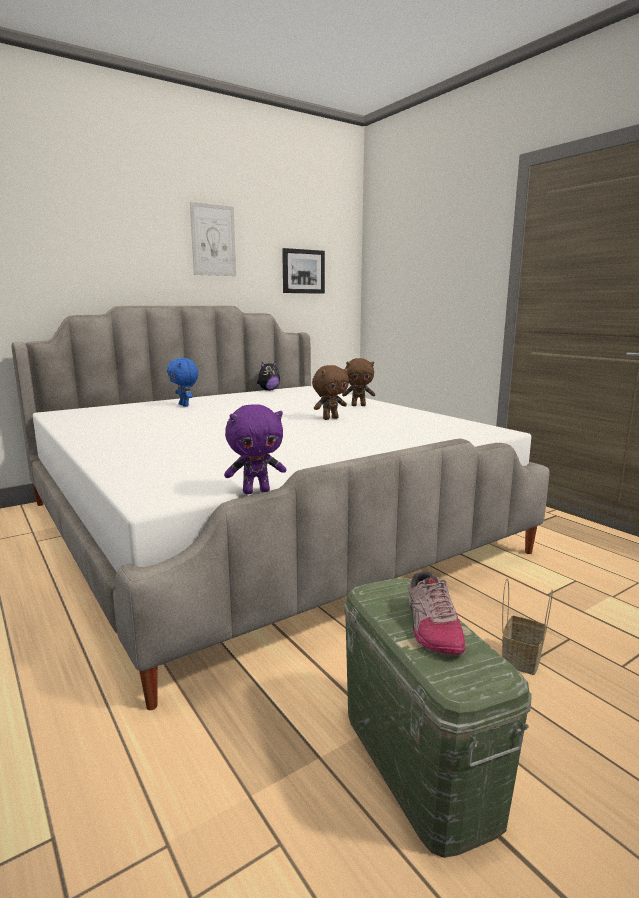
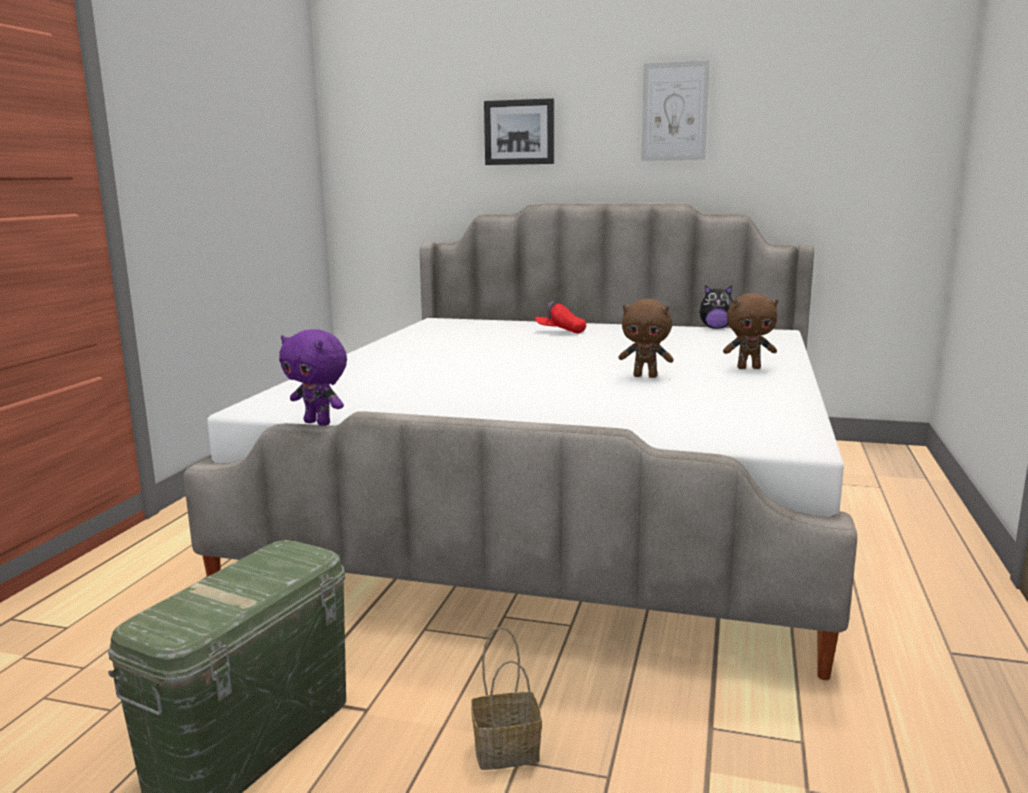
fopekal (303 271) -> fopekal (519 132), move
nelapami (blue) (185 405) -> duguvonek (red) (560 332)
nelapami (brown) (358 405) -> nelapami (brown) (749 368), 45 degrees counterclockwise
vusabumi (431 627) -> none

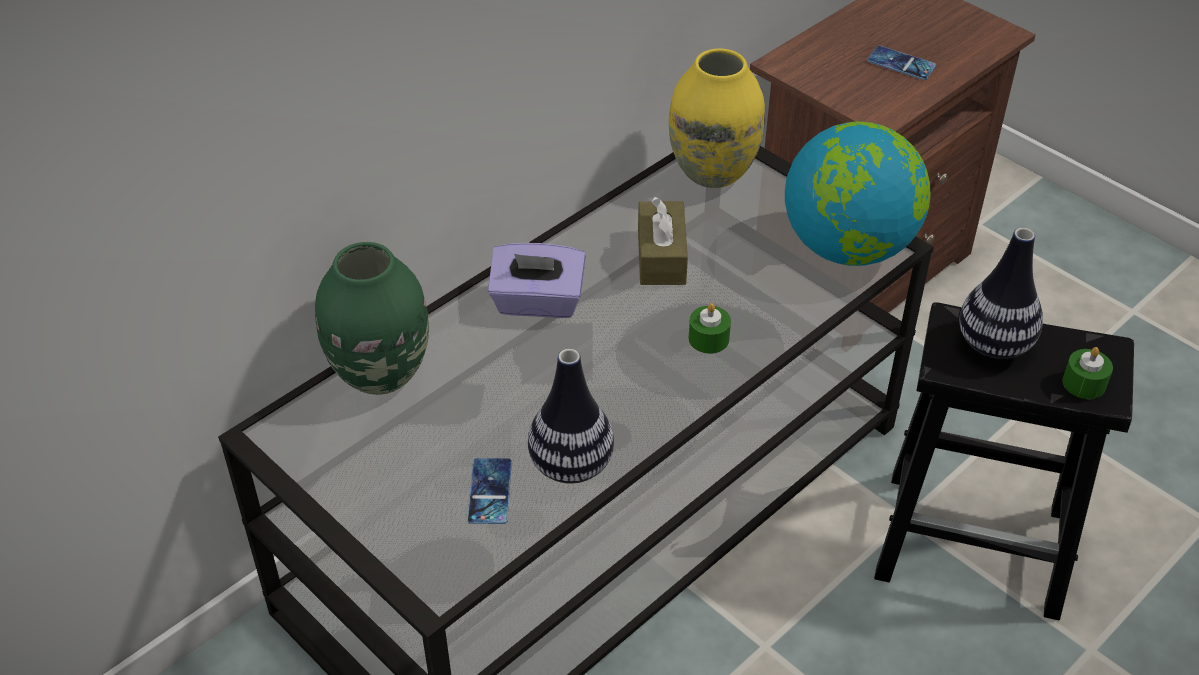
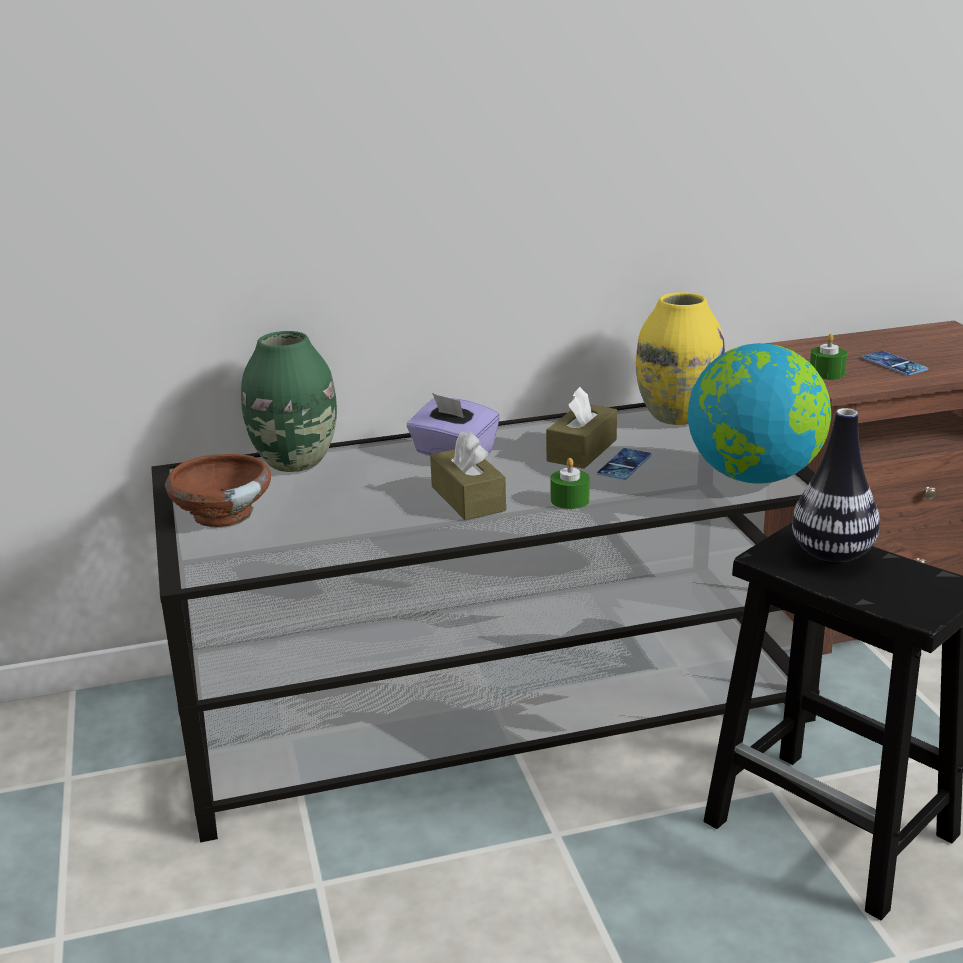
none -> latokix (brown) (223 514)
none -> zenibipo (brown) (468 499)
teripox (490 491) -> teripox (624 465), move
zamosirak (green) (1084 383) -> zamosirak (green) (827 373), move
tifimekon (571 465) -> none

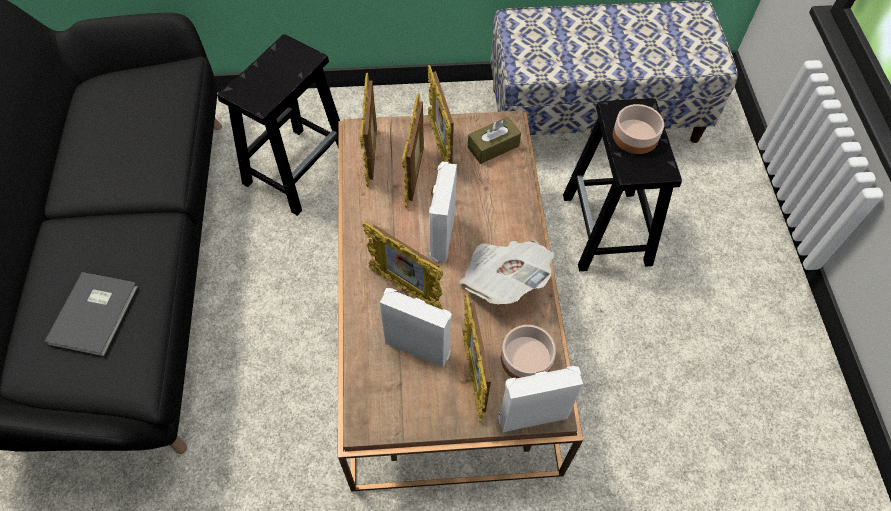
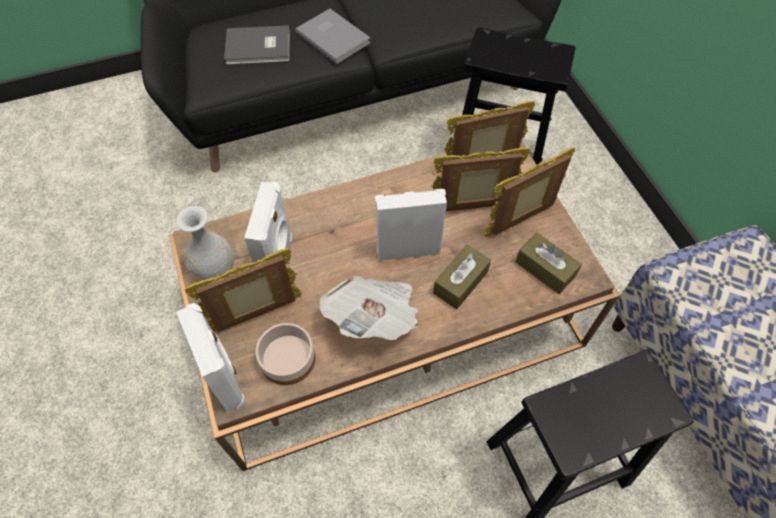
none -> tifimekon (white) (215 269)
none -> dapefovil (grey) (333 37)
none -> zenibipo (brown) (460 282)
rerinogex (406 289) -> none
latokix (634 137) -> none

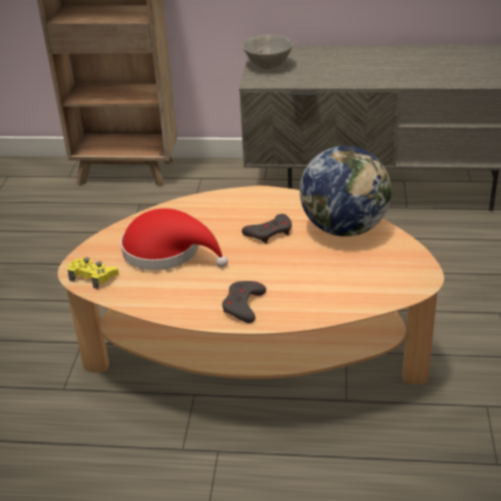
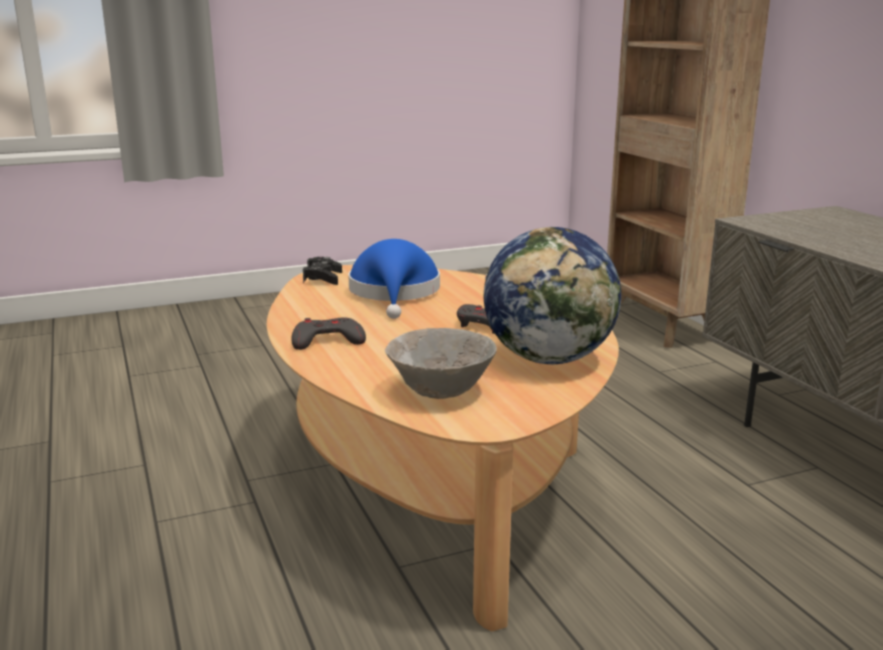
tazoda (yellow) (93 277) -> tazoda (black) (323 278)
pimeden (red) (167 252) -> pimeden (blue) (395 293)
latokix (grey) (267 65) -> latokix (grey) (440 391), move

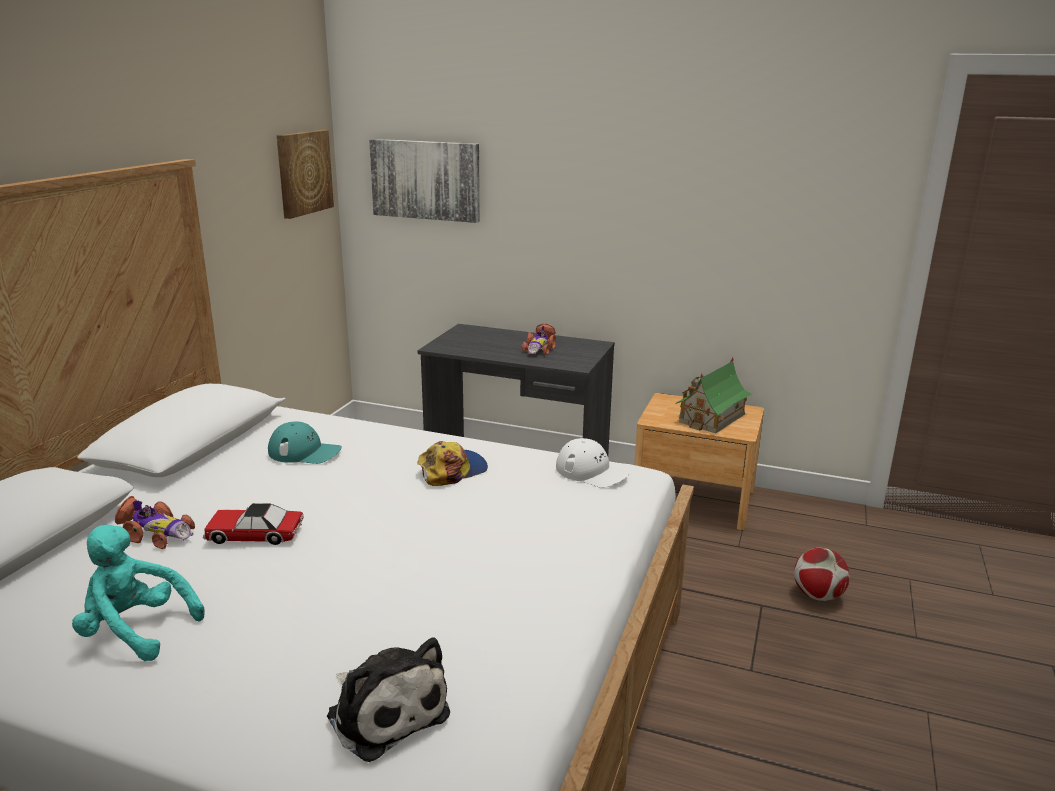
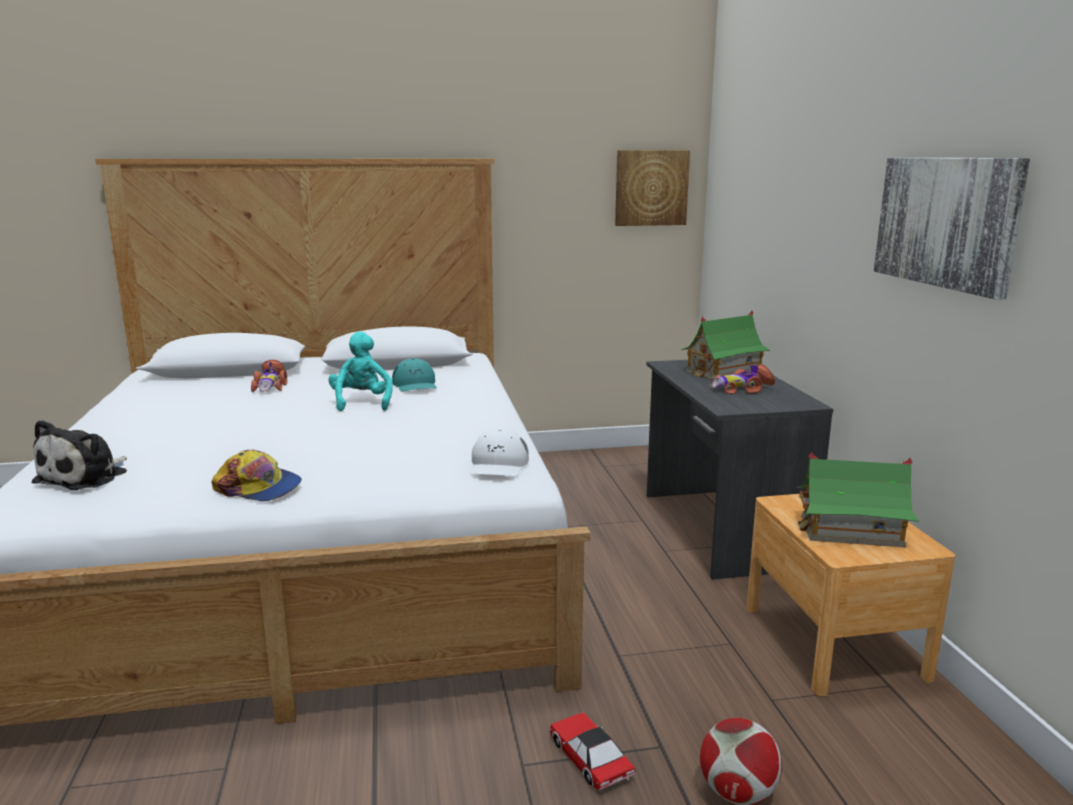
duguvonek (452 470) -> duguvonek (259 488), move
nelapami (turquoise) (135 631) -> nelapami (turquoise) (362 403), move
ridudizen (254 534) -> ridudizen (590 758), move
none -> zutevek (723 371)
fopekal (426 180) -> fopekal (947 222), move

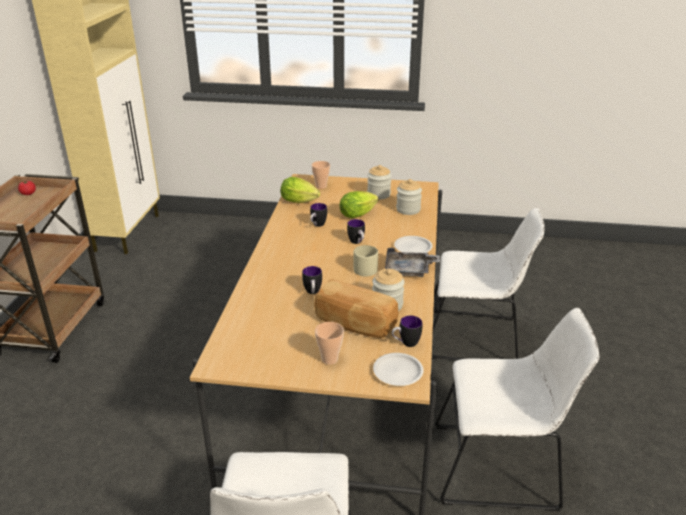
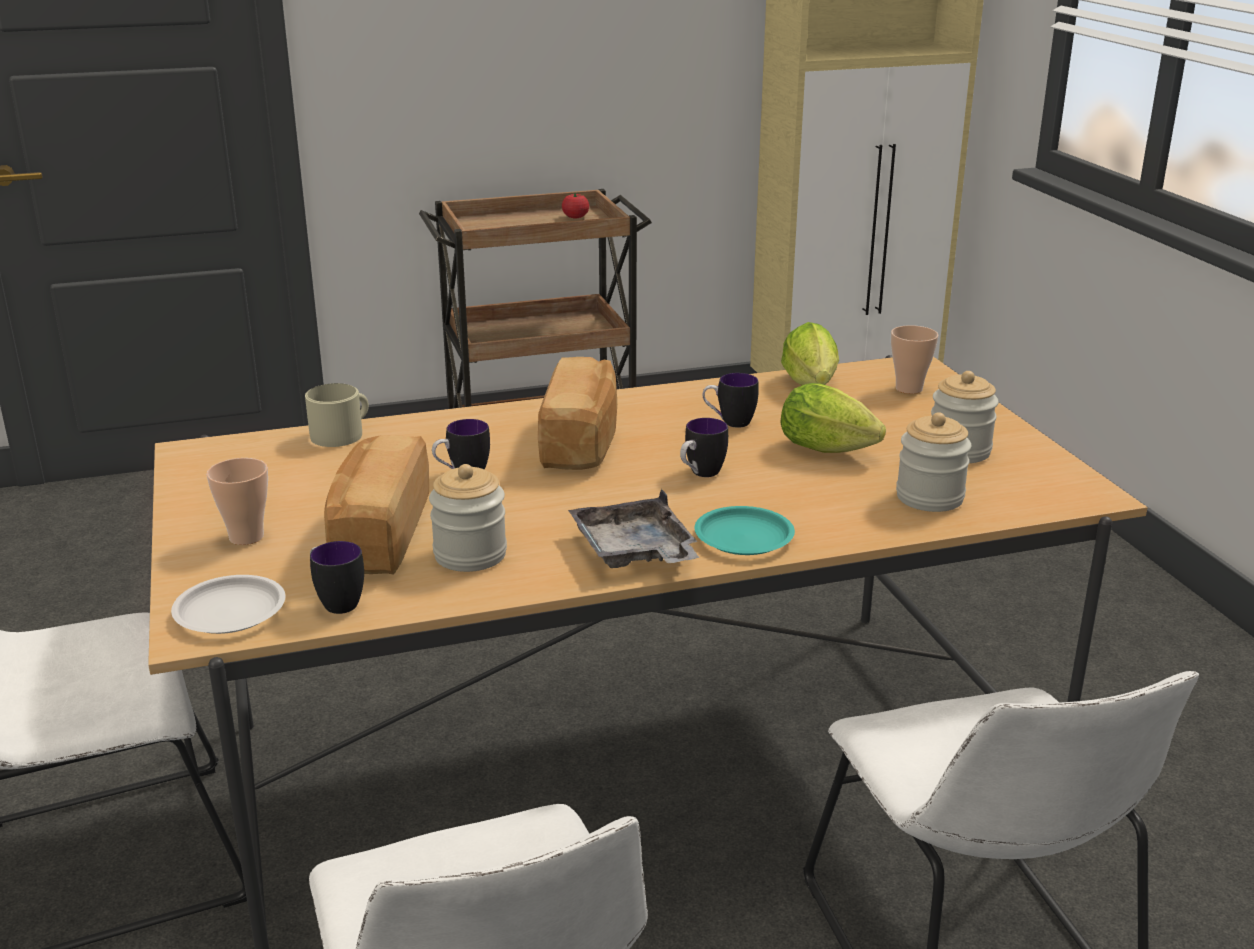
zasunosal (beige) (364 268) -> zasunosal (beige) (342 434), move
none -> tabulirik (582 442)
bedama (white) (412 248) -> bedama (turquoise) (743 537)

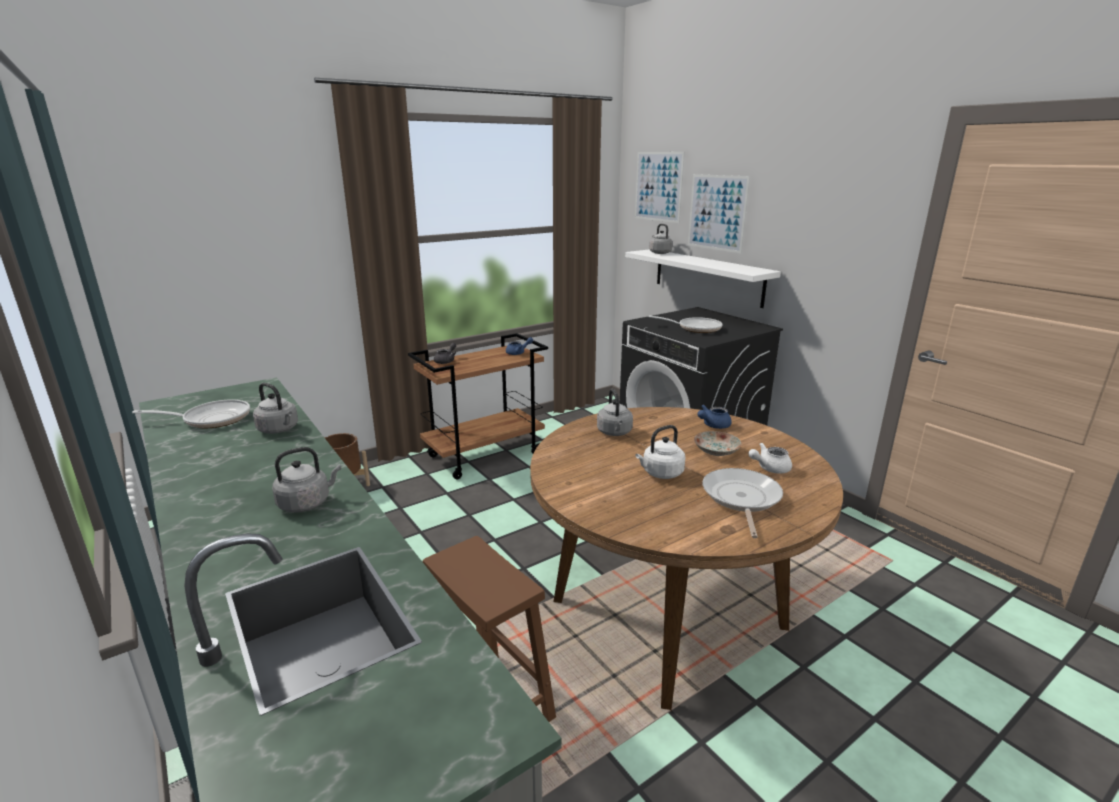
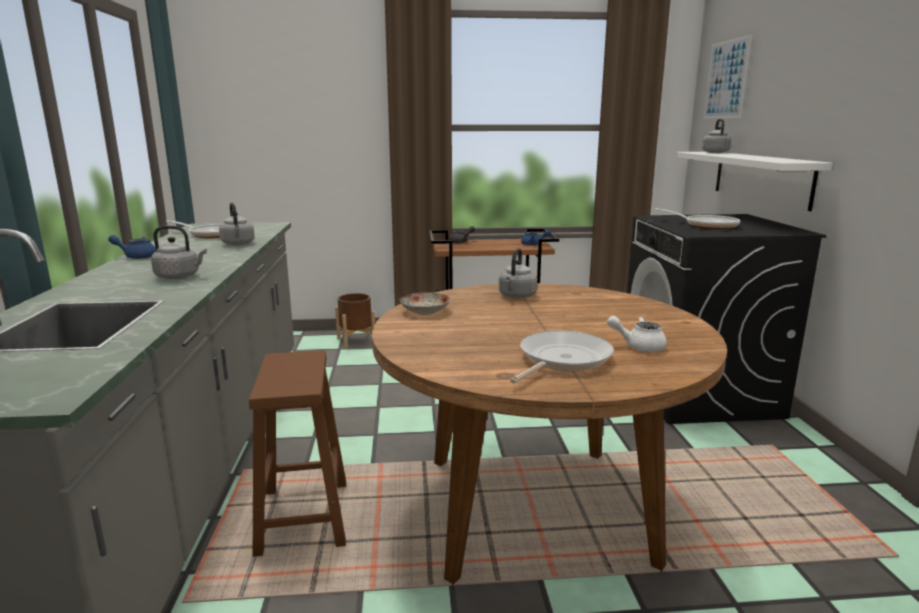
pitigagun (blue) (713 425) -> pitigagun (blue) (137 256), move
bedama (715 451) -> bedama (425 311), move
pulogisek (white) (660 473) -> none
fopekal (717 212) -> none

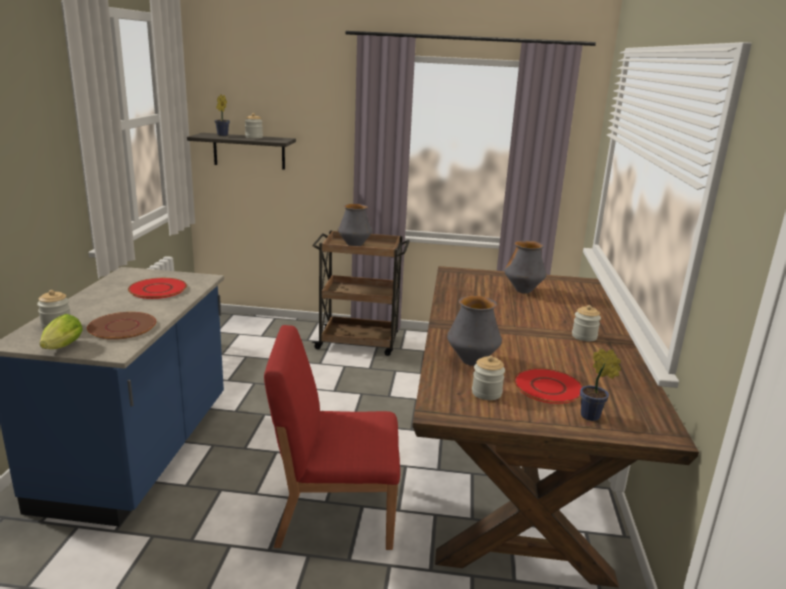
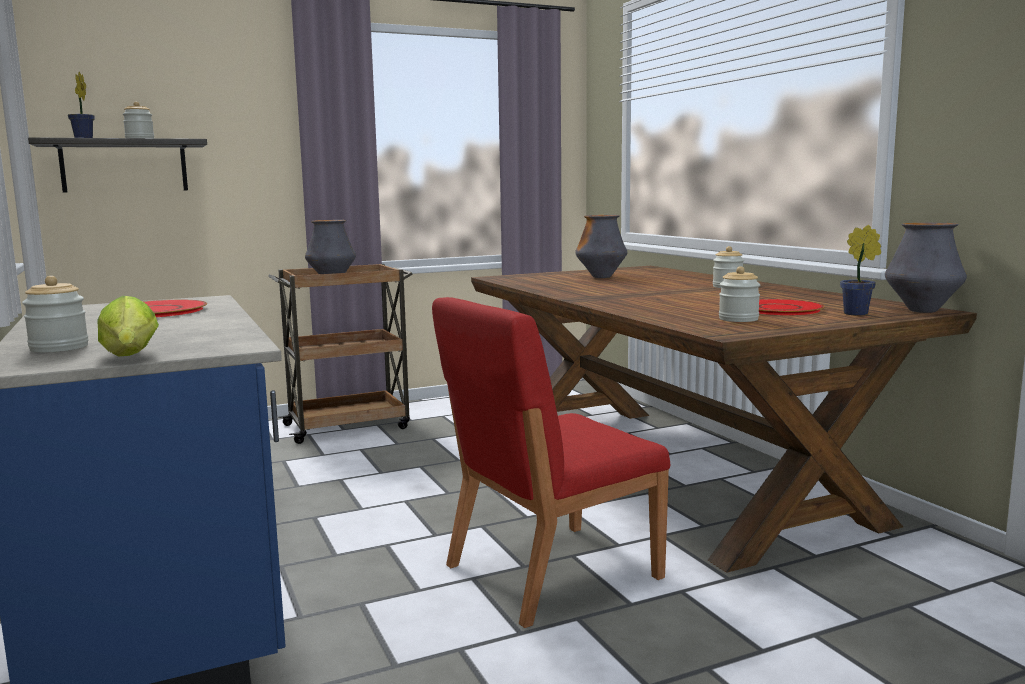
tifimekon (471 361) -> tifimekon (922 310), move
bedama (brown) (122 327) -> none

